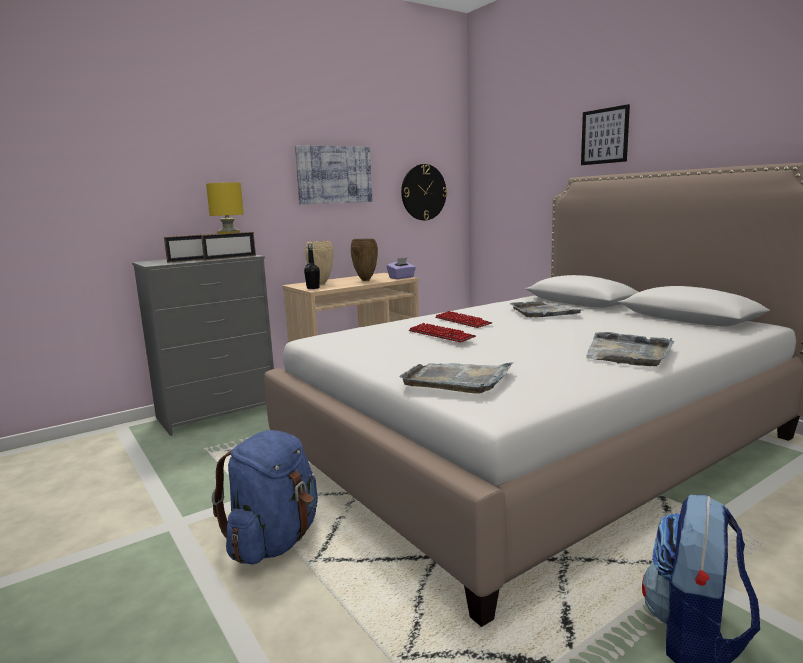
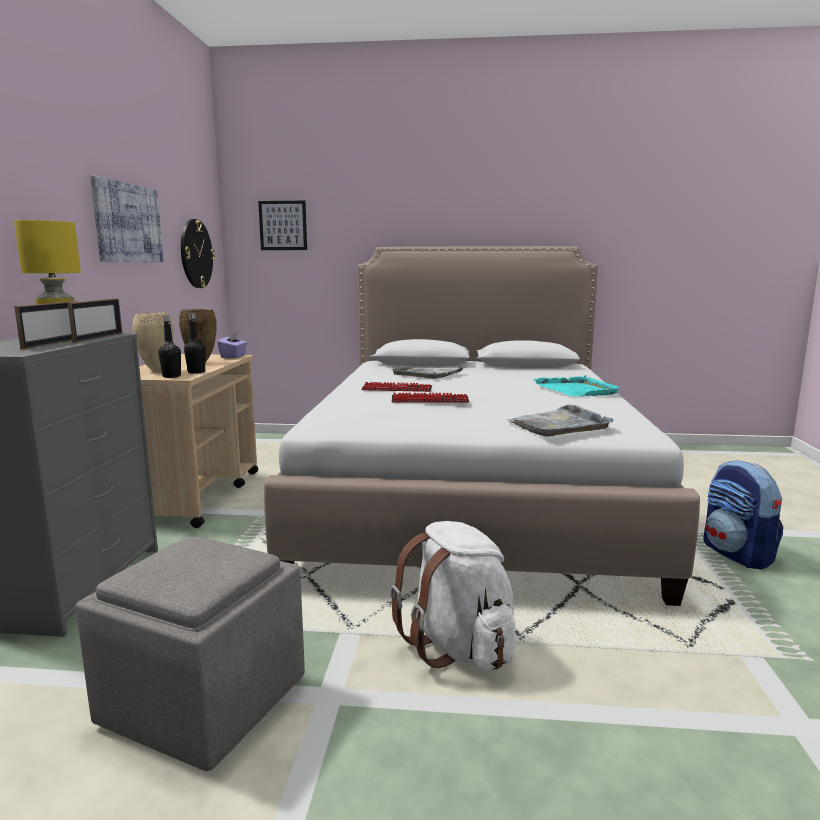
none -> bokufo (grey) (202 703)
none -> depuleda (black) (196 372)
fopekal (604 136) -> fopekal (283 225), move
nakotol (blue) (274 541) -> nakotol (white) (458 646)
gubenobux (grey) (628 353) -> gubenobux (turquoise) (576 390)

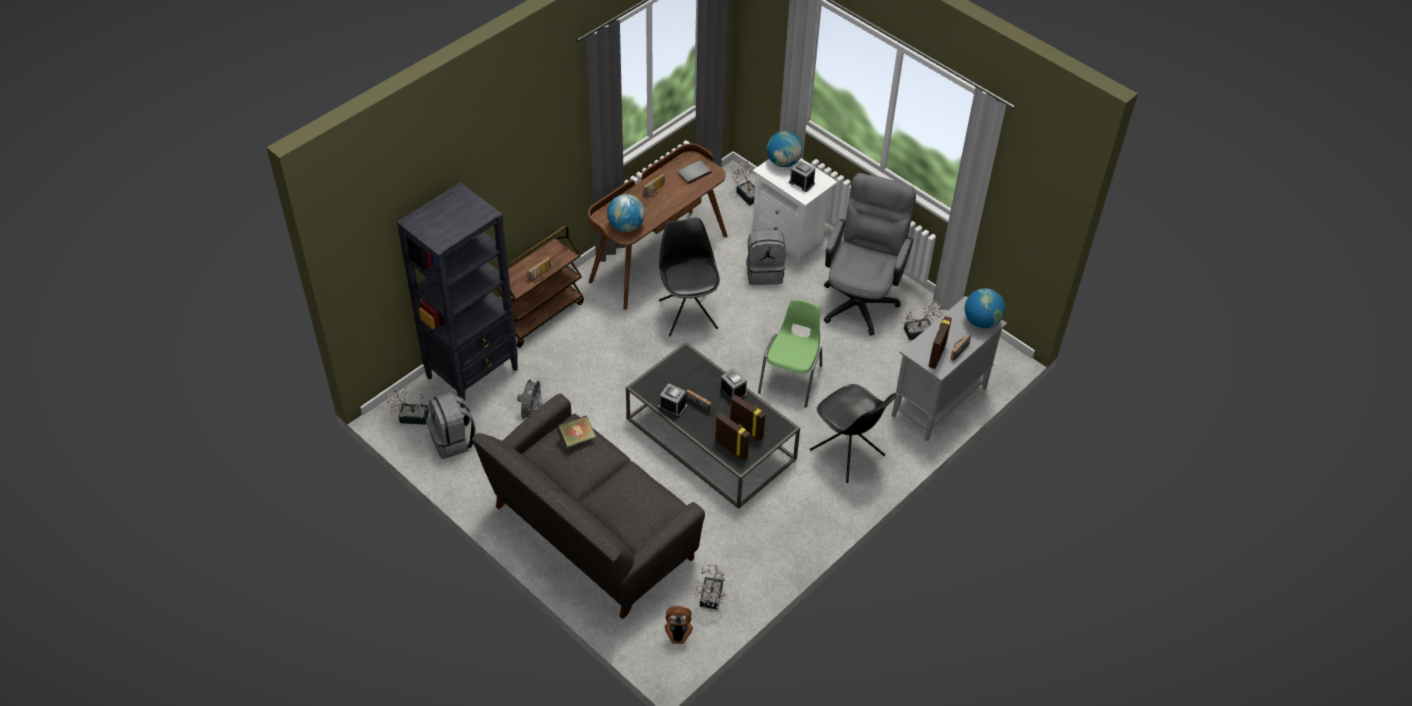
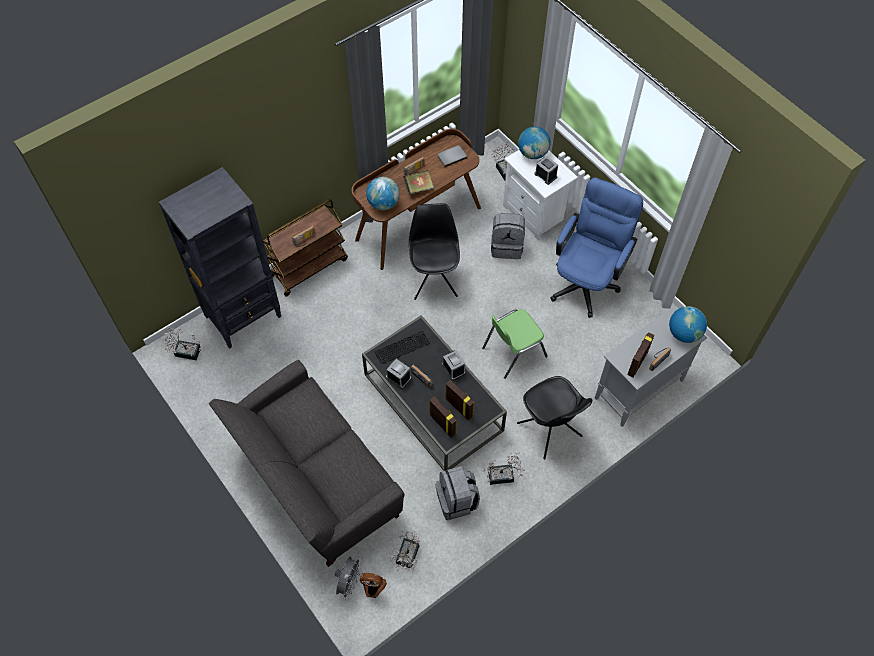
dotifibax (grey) (532 413) -> dotifibax (grey) (349 582), move
none -> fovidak (401 347)
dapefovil (576 439) -> dapefovil (418 188), move
nakotol (grey) (453 440) -> nakotol (grey) (457 501), move
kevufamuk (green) (791 379) -> kevufamuk (green) (513 352), 150 degrees counterclockwise
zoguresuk (921 331) -> zoguresuk (504 476), move
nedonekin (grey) (861 298) -> nedonekin (blue) (587 280)

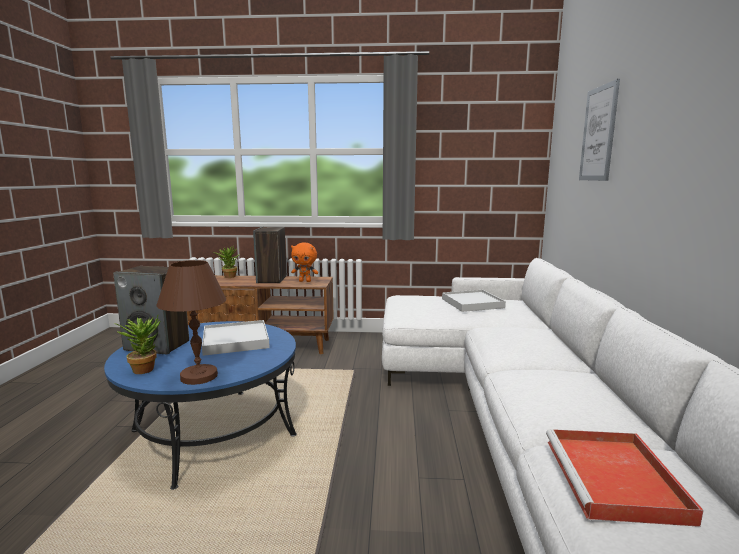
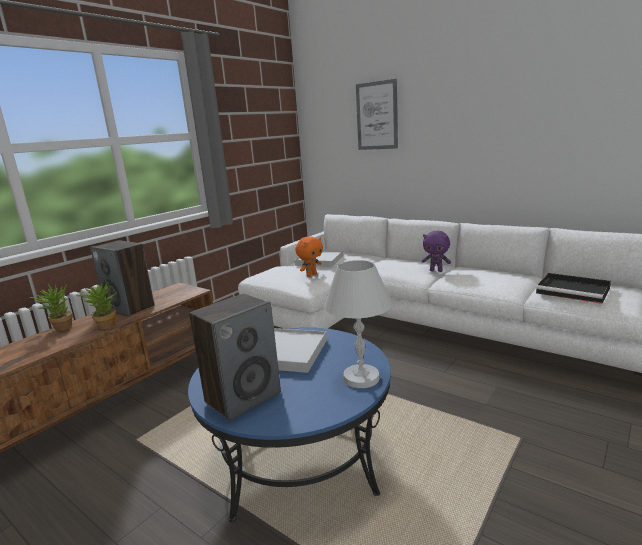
zoguresuk (145 368) -> zoguresuk (105 325), move
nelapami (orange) (305 281) -> nelapami (orange) (311 275), move
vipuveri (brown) (199 376) -> vipuveri (white) (362 378)
none -> nelapami (purple) (436 270)
gubenobux (red) (615 480) -> gubenobux (black) (574 291)

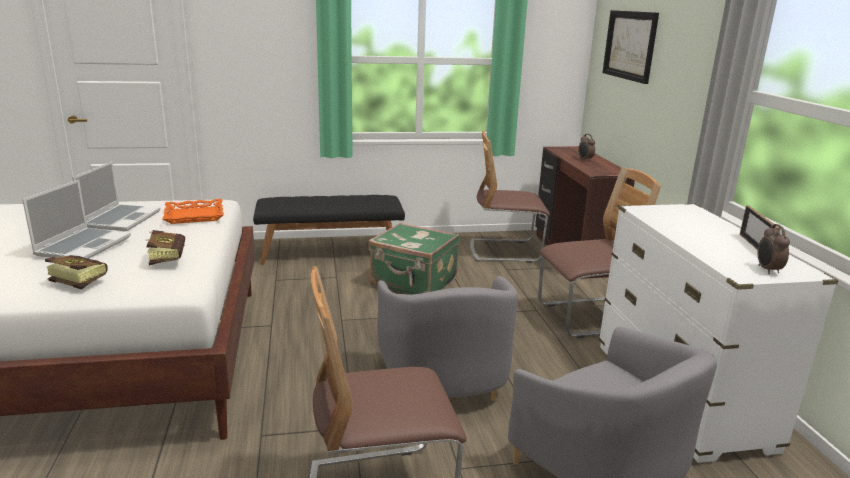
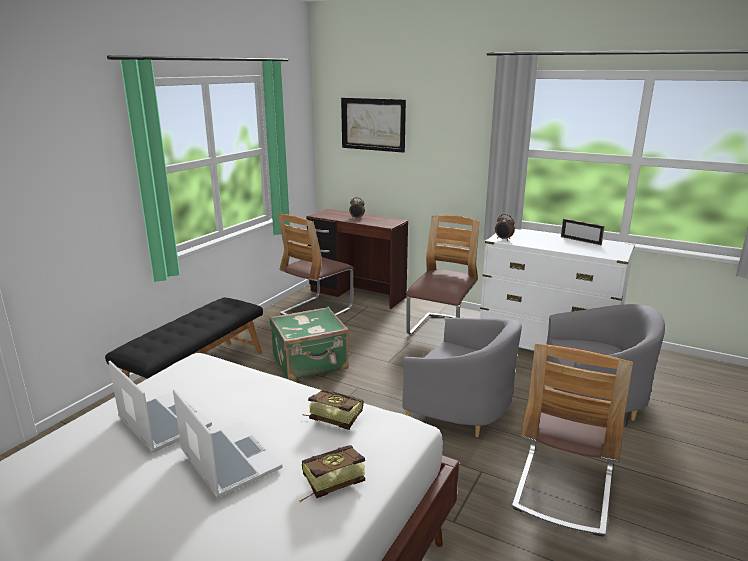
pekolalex (767 270) -> pekolalex (503 239), move
gubenobux (orange) (194 216) -> none

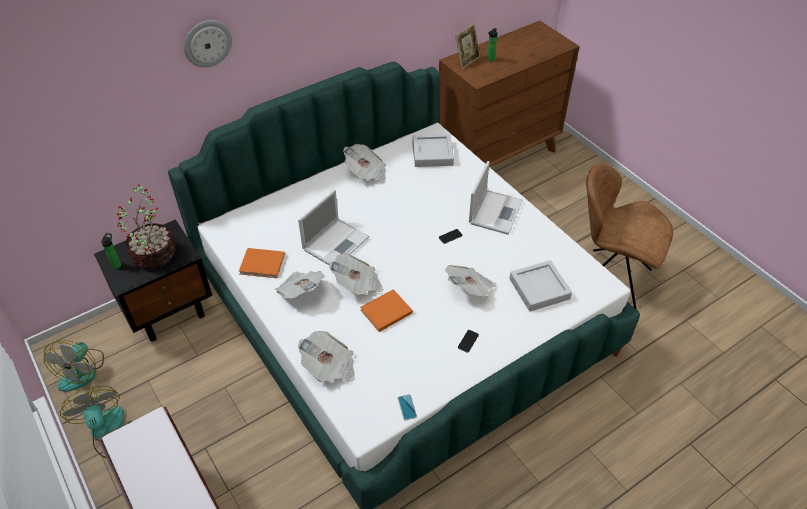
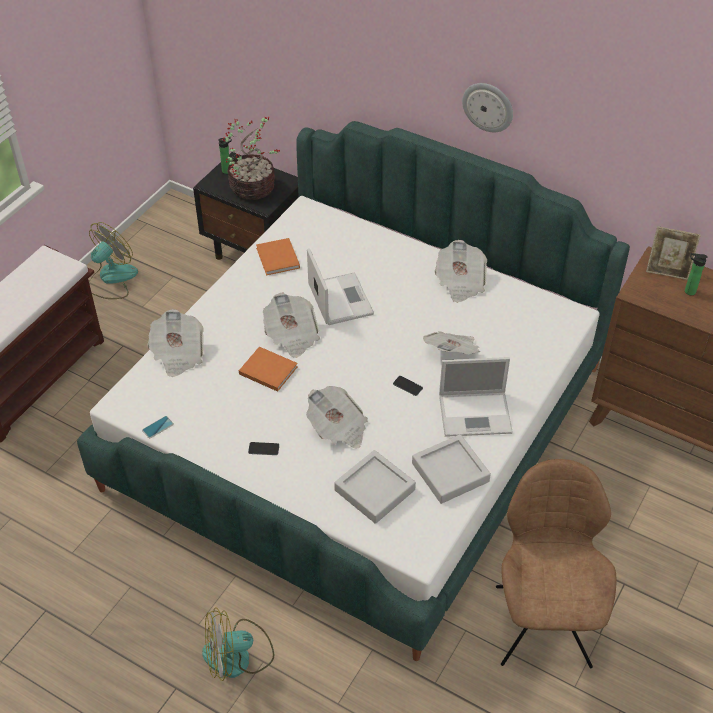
dotifibax (82 371) -> dotifibax (238 656), move
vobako (336 242) -> vobako (339 298), 120 degrees counterclockwise
gubenobux (grey) (432 154) -> gubenobux (grey) (450 472), move
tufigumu (301 291) -> tufigumu (452 353), move
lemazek (207 43) -> lemazek (488 106), move

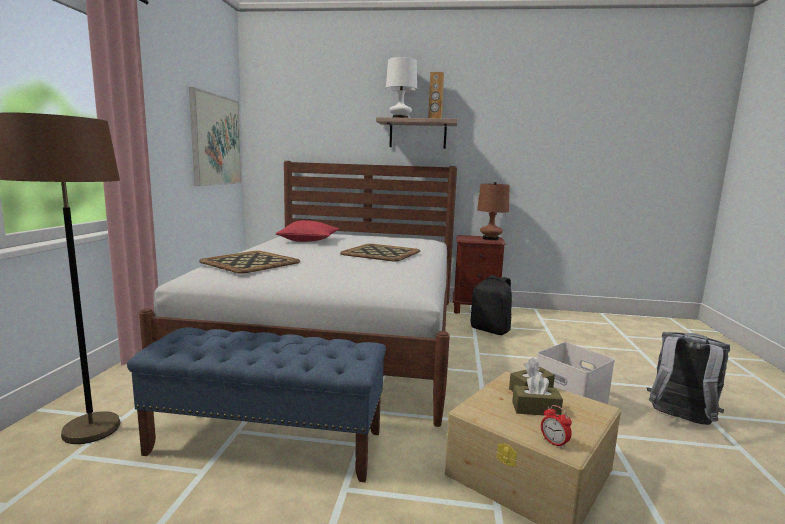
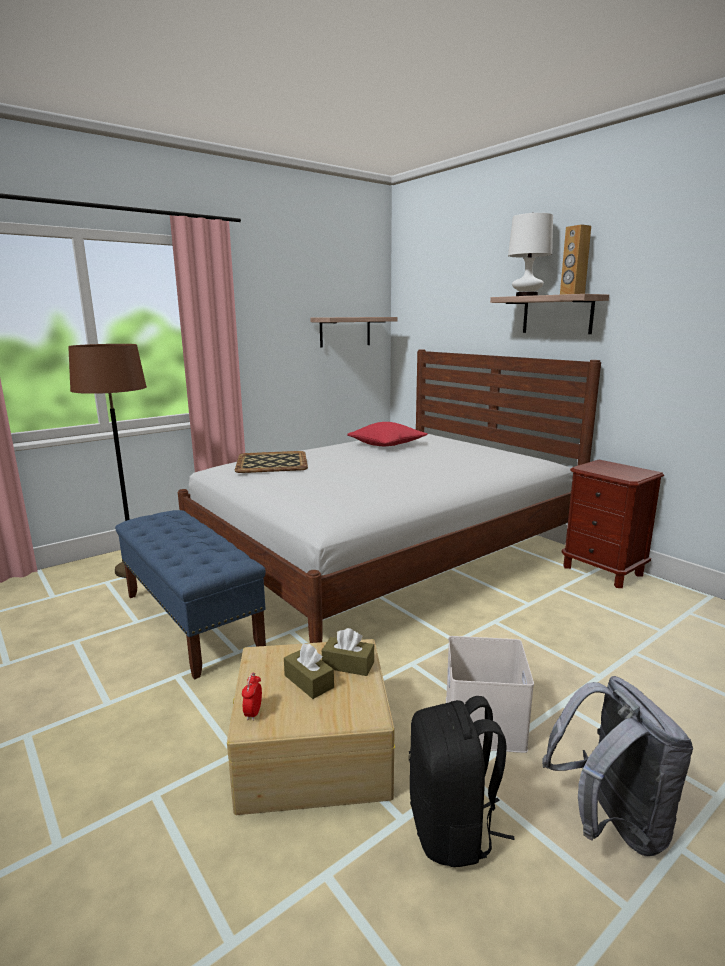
fopekal (216 140) -> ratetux (345 331)
nakotol (black) (490 330) -> nakotol (black) (452 828), move
gubenobux (380 253) -> none
vipuveri (brown) (490 239) -> none

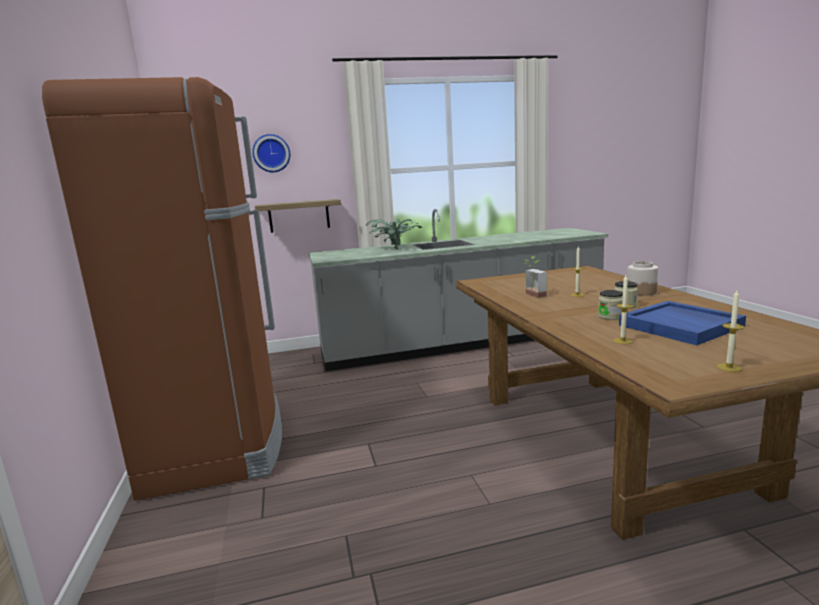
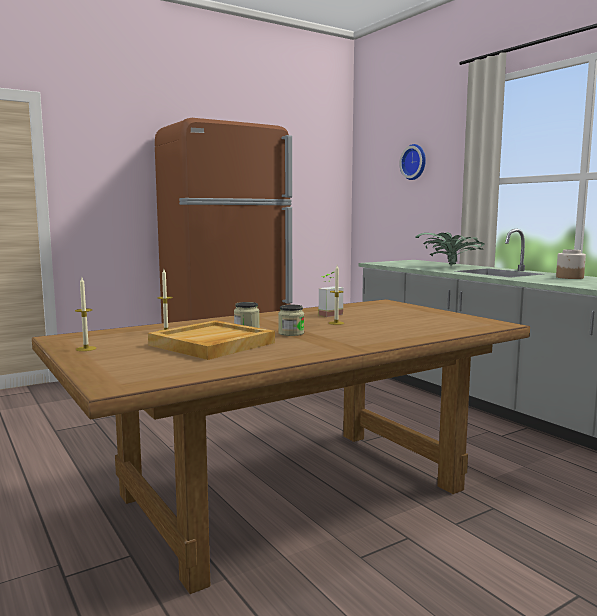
gubenobux (blue) (681 326) -> gubenobux (beige) (212 344)
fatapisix (641 292) -> fatapisix (570 277), move
ratetux (299 216) -> none

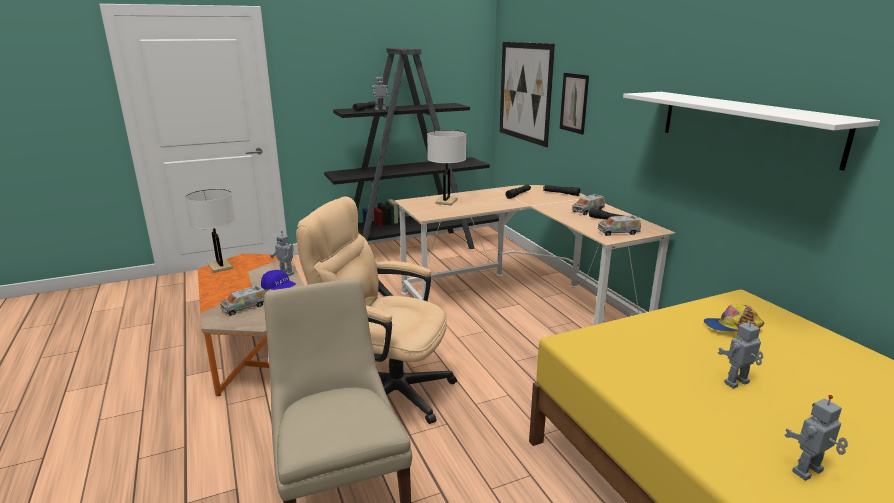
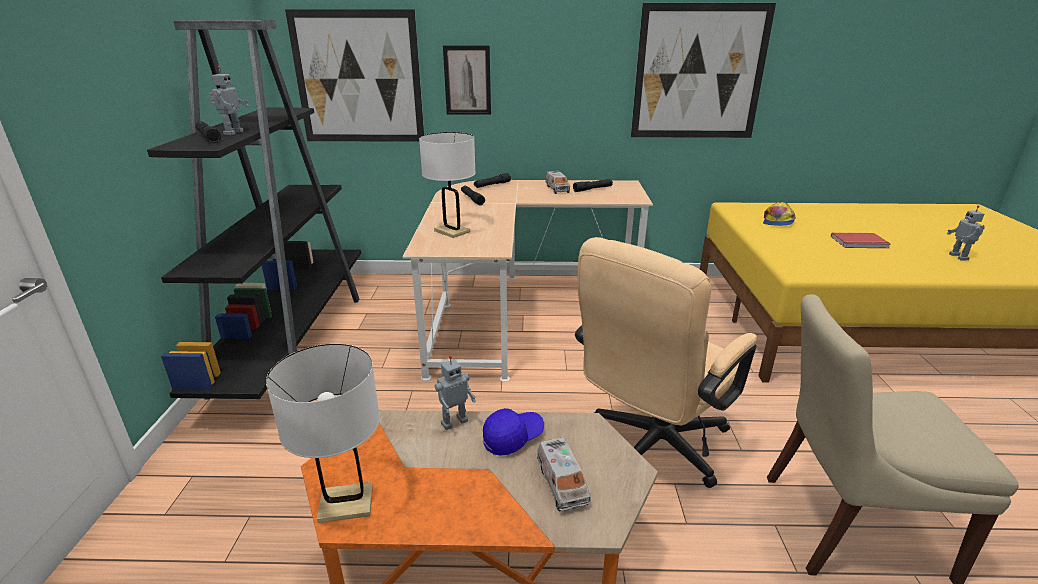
ratetux (white) (745 126) -> fopekal (699 73)
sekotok (737 383) -> dapefovil (red) (860 243)
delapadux (618 232) -> none

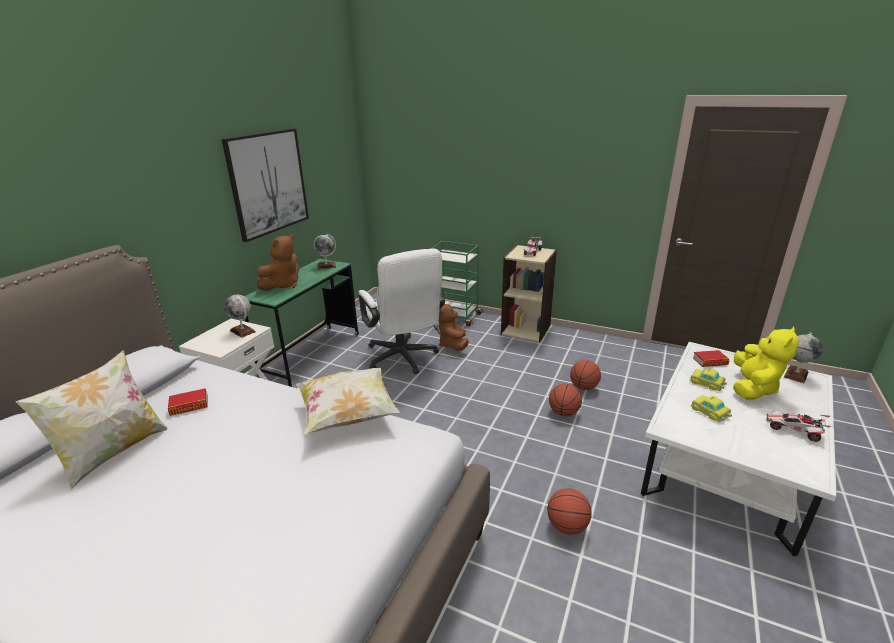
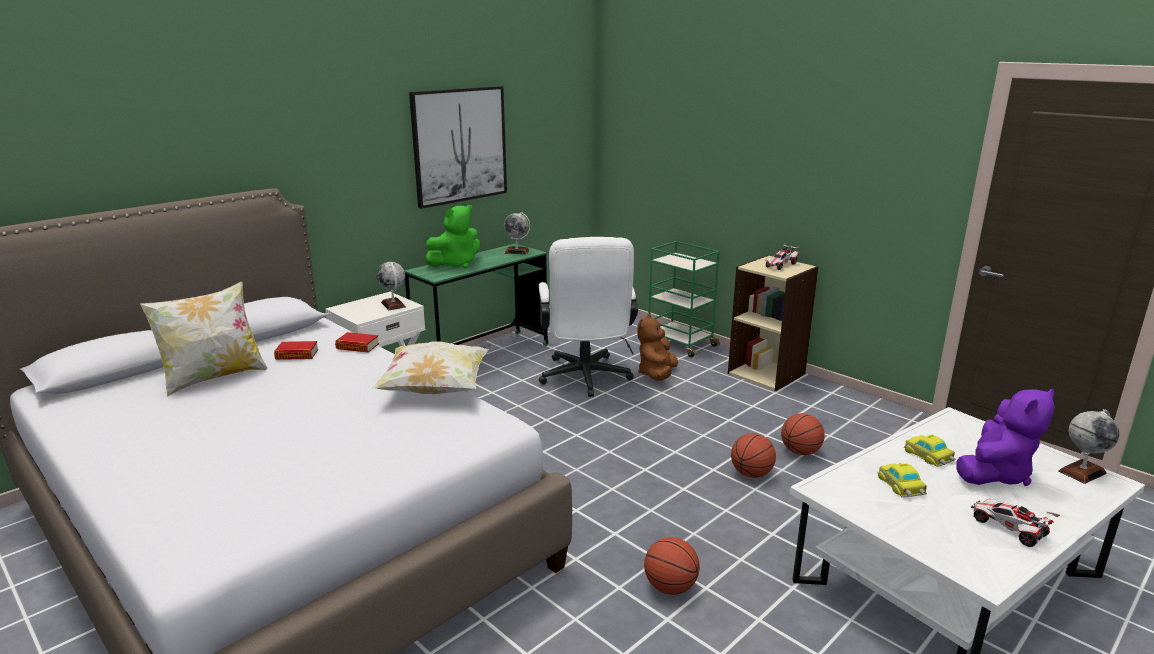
dapefovil (710 361) -> dapefovil (357 346), move
nelapami (brown) (283 285) -> nelapami (green) (456 264)
nelapami (yellow) (753 388) -> nelapami (purple) (994 474)

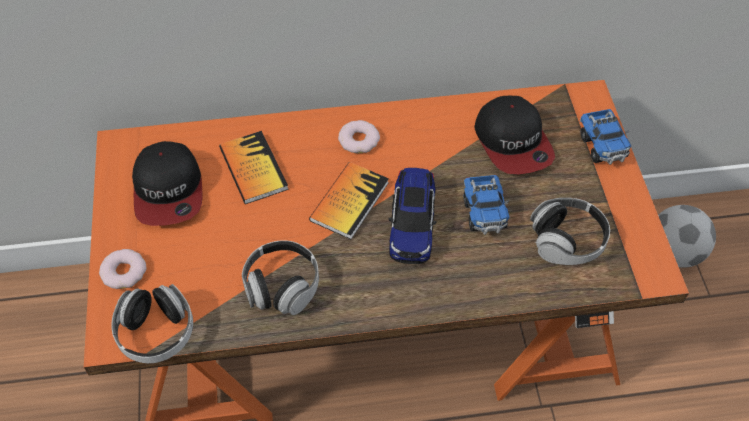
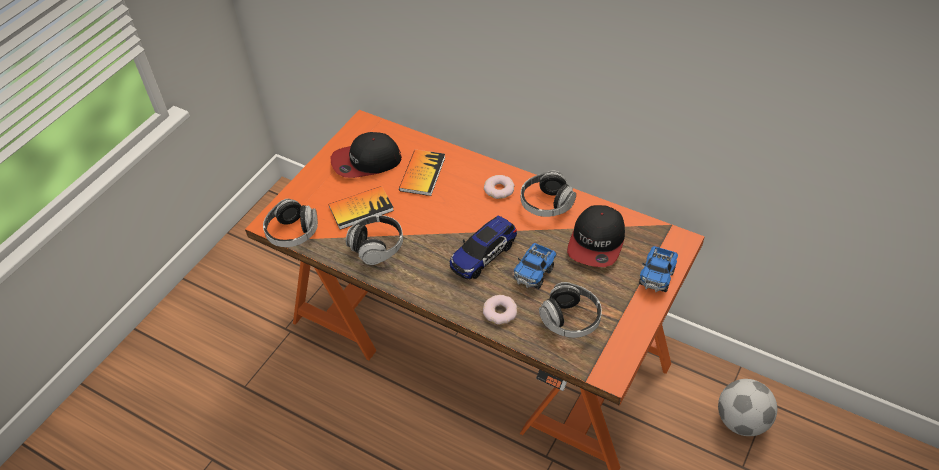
dapefovil (349 201) -> dapefovil (361 208), move
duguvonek (169 190) -> duguvonek (366 161), 45 degrees clockwise
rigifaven (124 272) -> rigifaven (500 312), move
none -> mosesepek (546 204)

